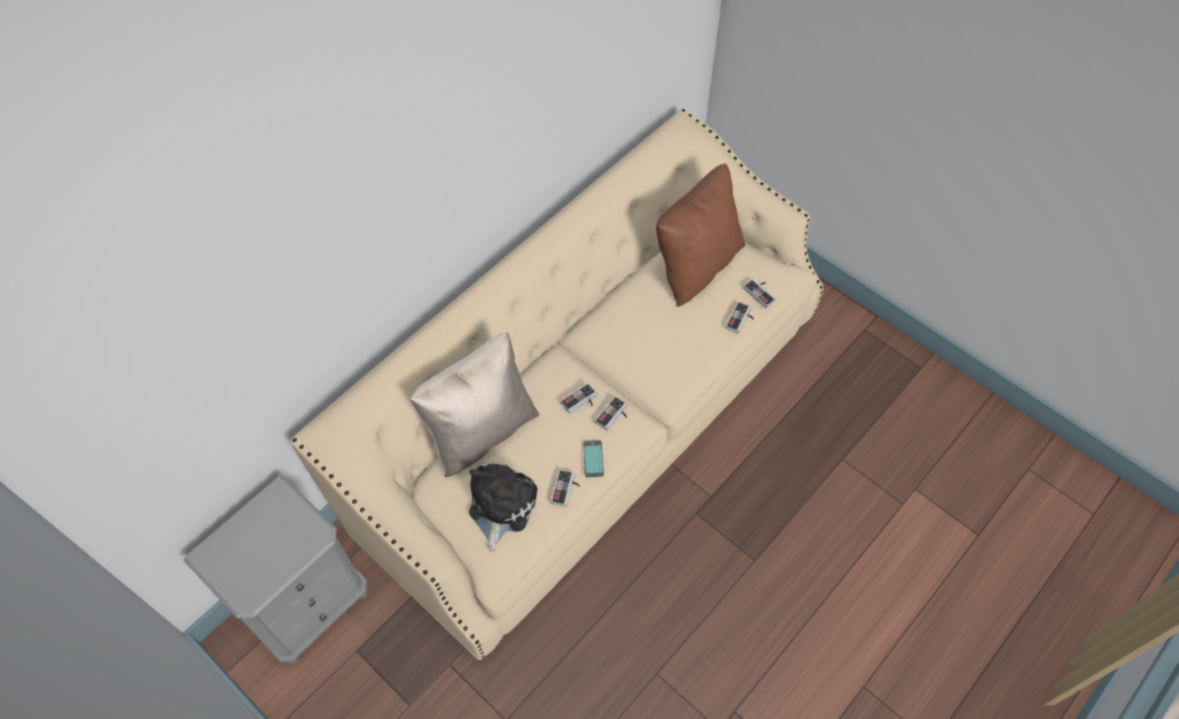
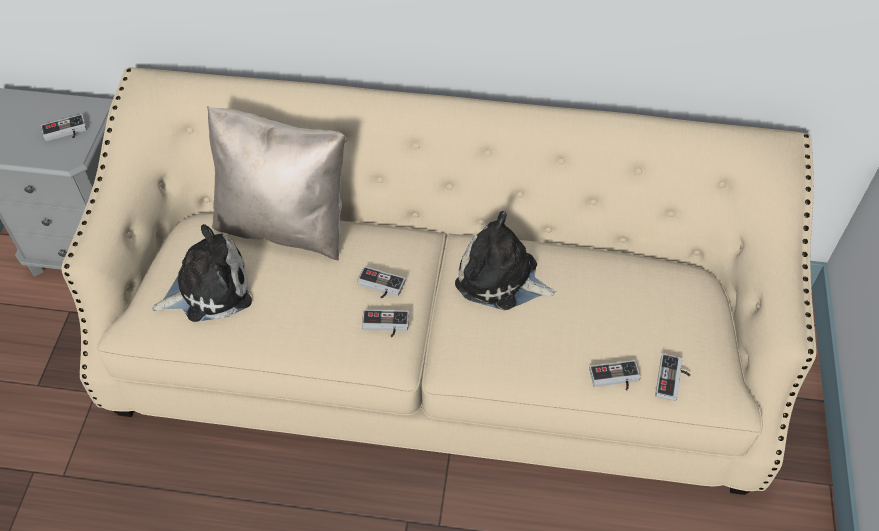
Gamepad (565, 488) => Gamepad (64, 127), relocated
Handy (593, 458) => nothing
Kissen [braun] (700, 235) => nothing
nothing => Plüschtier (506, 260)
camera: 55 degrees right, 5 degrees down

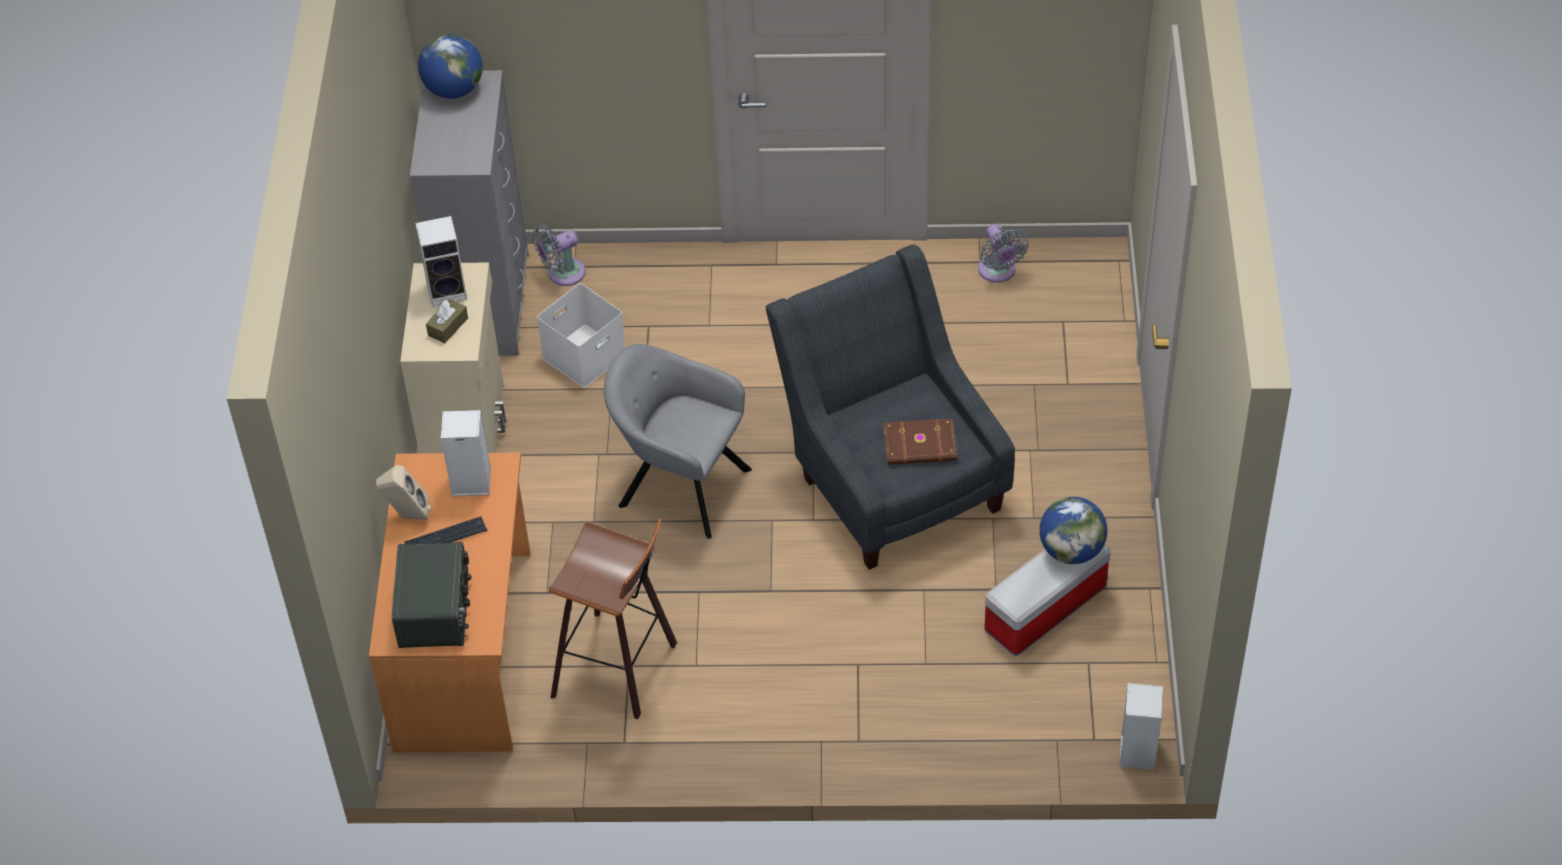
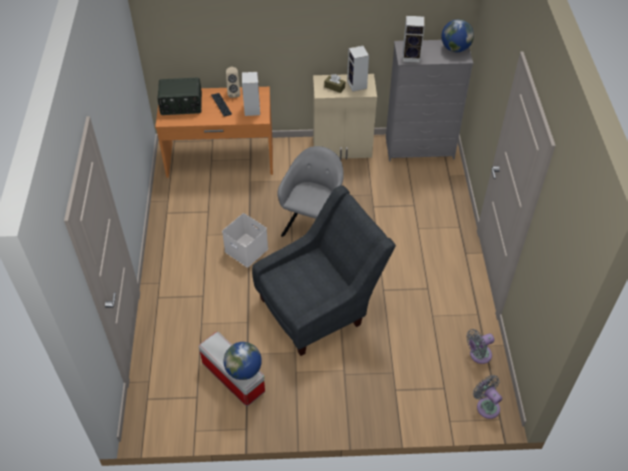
Ventilator [grau] (559, 255) => Ventilator [grau] (487, 397), relocated
Aufbewahrungsbox [weiß] (581, 335) => Aufbewahrungsbox [weiß] (245, 240), relocated
Hocker (613, 618) => nothing
Buch [braun] (920, 441) => nothing
Lautsprecher (1141, 726) => Lautsprecher (413, 39), relocated
camera: 85 degrees right, 0 degrees up

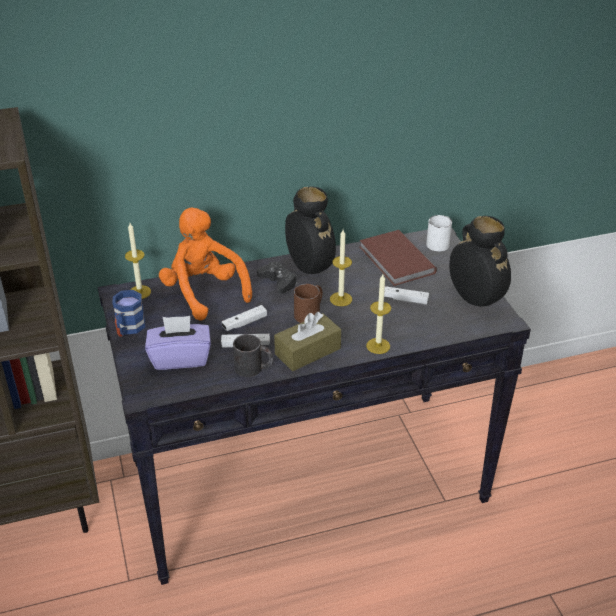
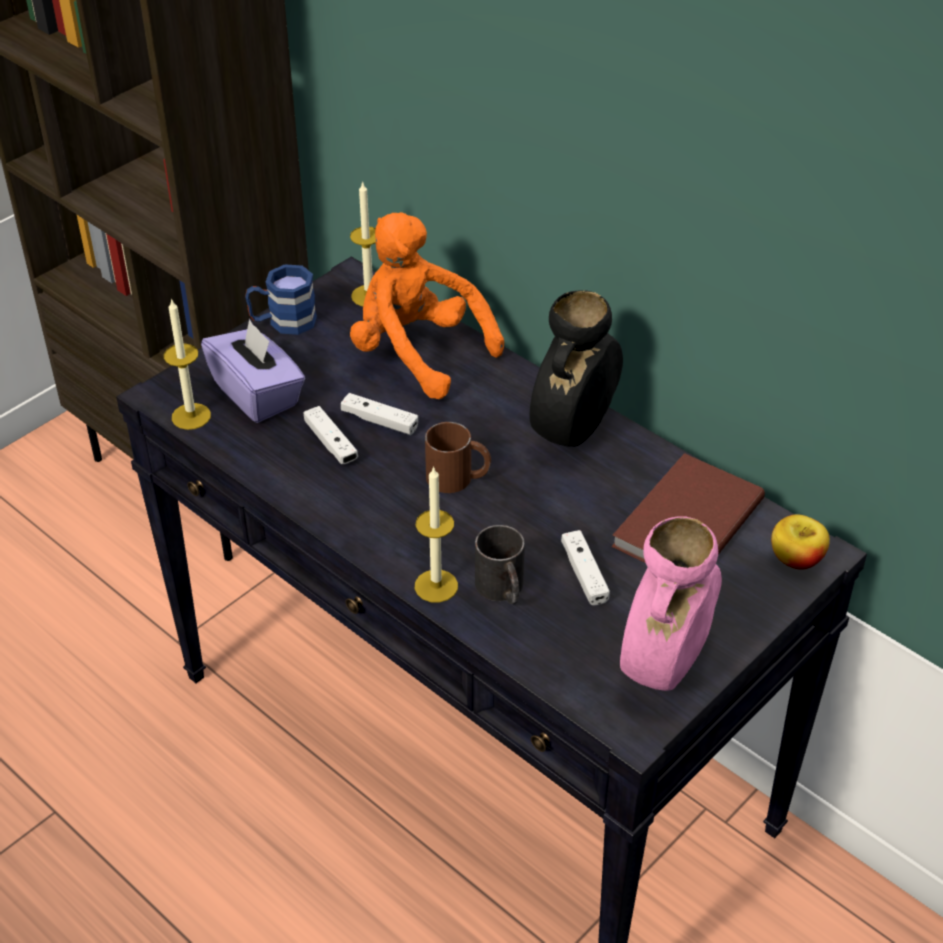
Plüschtier [orange] (205, 264) => Plüschtier [orange] (427, 305), 75 degrees counterclockwise
Henkelbecher [schwarz] (253, 355) => Henkelbecher [schwarz] (500, 564), relocated
Gamepad [schwarz] (277, 278) => nothing
Taschentuchbox [braun] (307, 341) => nothing
Kerze (341, 268) => Kerze (187, 364), relocated
Henkelbecher [weiß] (439, 233) => Apfel (800, 542)
Vase [schwarz] (480, 261) => Vase [rosa] (671, 603)
camera: 60 degrees right, 5 degrees up

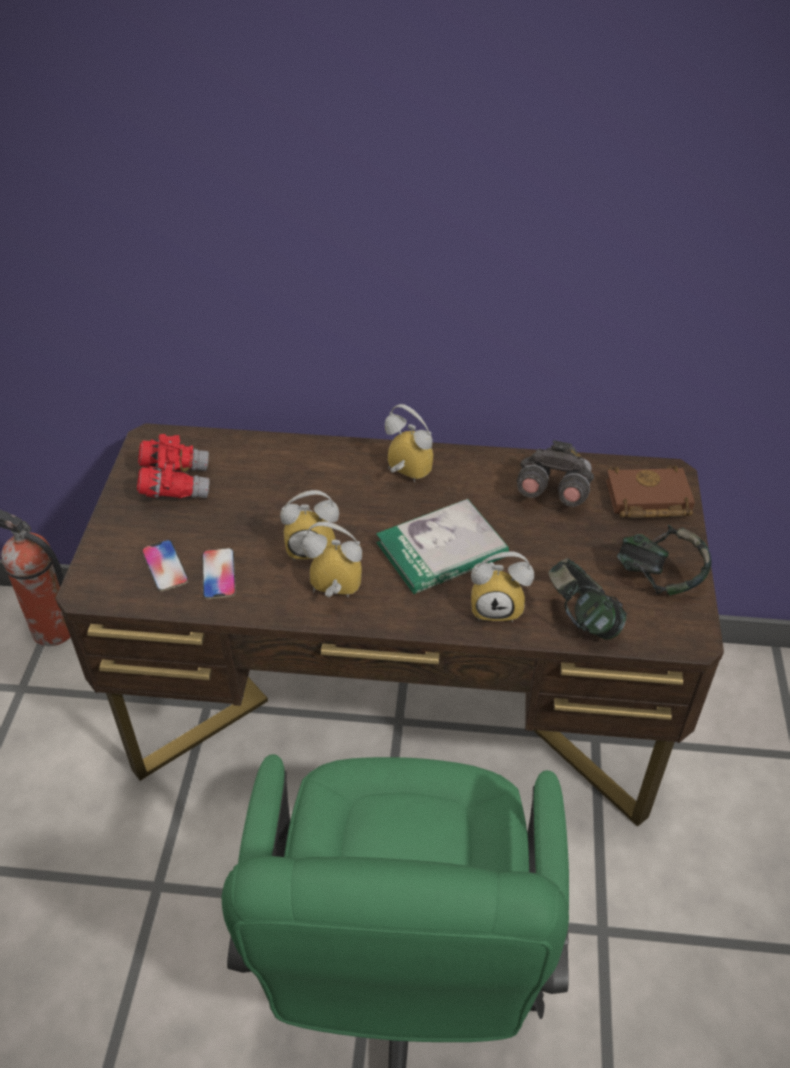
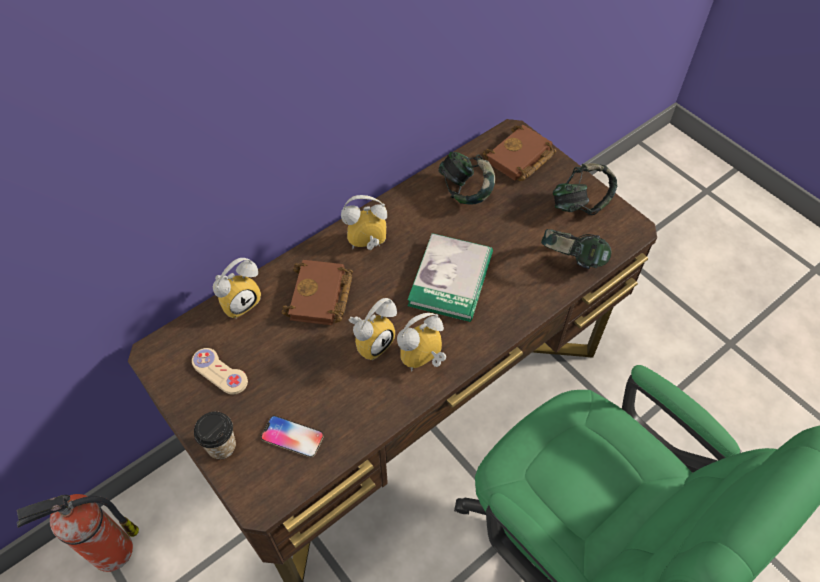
Fernglas [rot] (173, 466) => Gamepad [beige] (220, 371)
Handy (219, 573) => nothing
Wecker (502, 587) => Wecker (237, 288), relocated
Fernglas [grau] (555, 473) => Kopfhörer (466, 178)
nothing => Tasse (215, 435)
nothing => Buch [braun] (317, 292)
camera: 45 degrees left, 10 degrees up

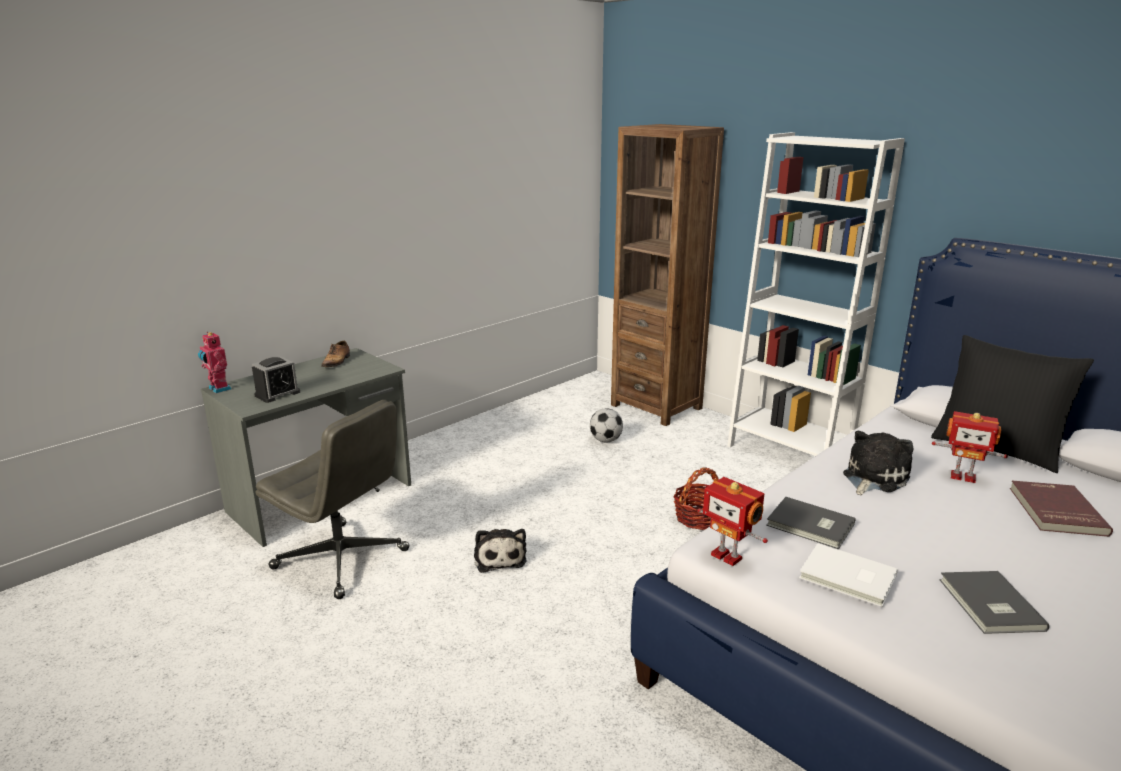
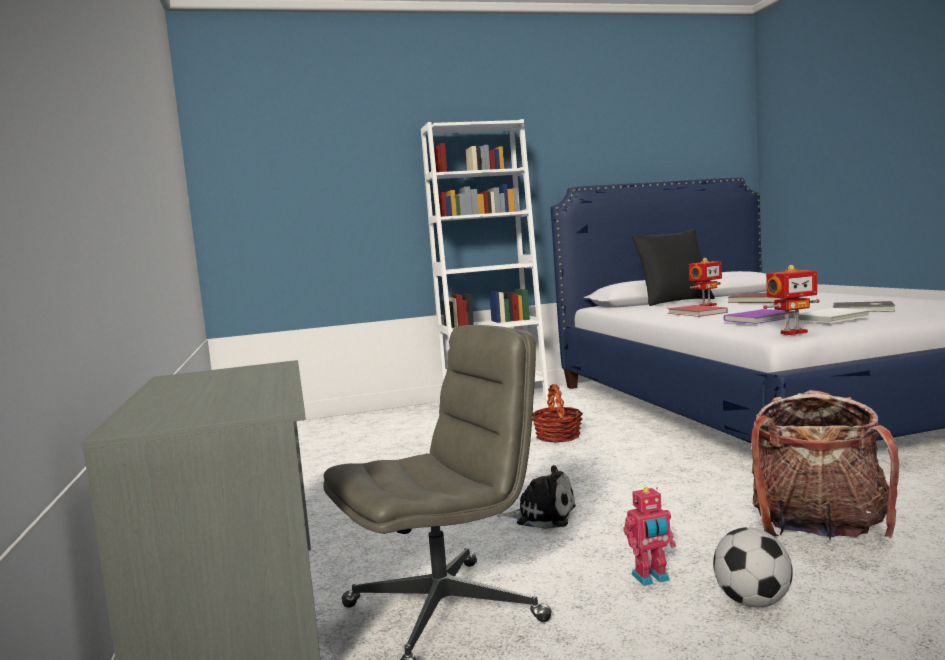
Spielzeugroboter (214, 362) => Spielzeugroboter (649, 536), relocated
Wecker (276, 379) => nothing
Schuh (336, 353) => nothing
Fußball (606, 425) => Fußball (753, 567), relocated
Bücherregal [braun] (667, 275) => nothing
Buch [grau] (810, 523) => Buch [lila] (759, 316)
Plüschtier (878, 463) => Buch [rot] (697, 311)
nothing => Rucksack (825, 465)
camera: 60 degrees left, 15 degrees down

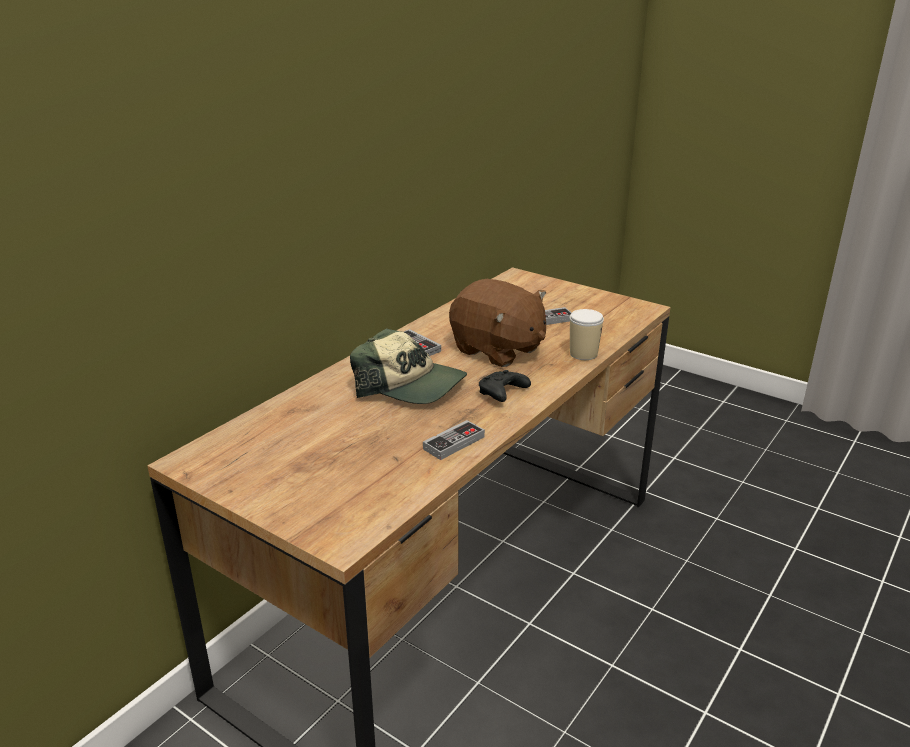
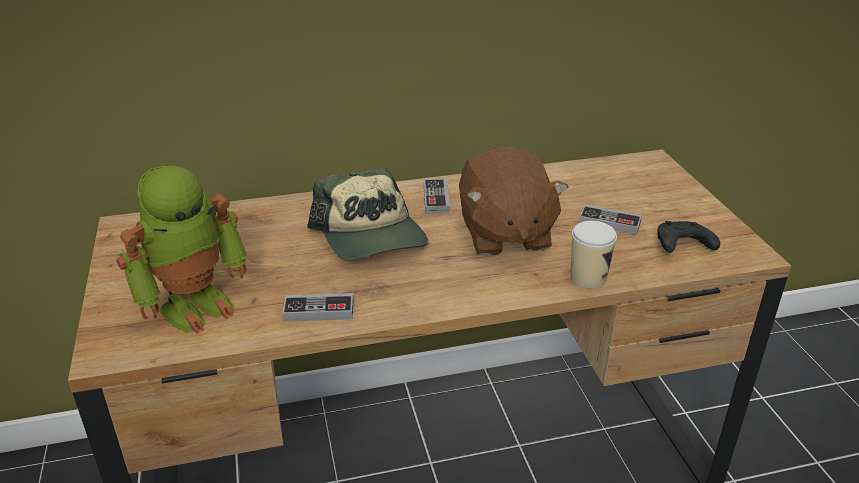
Gamepad [schwarz] (505, 386) => Gamepad [schwarz] (688, 237), relocated
nothing => Spielzeugroboter (181, 250)
camera: 40 degrees right, 5 degrees up

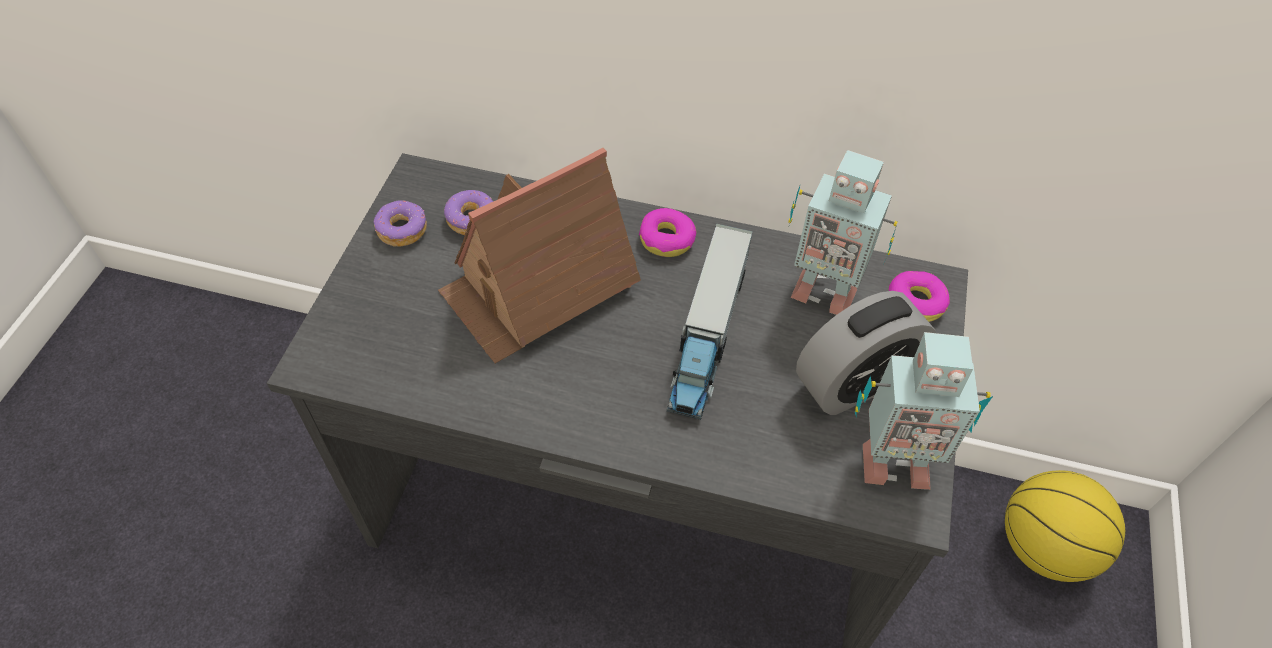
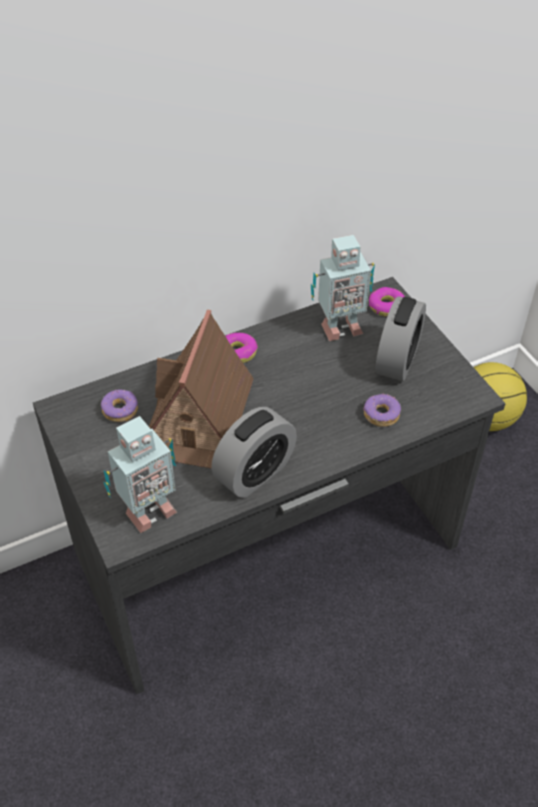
Donut (400, 223) => Donut (382, 410), relocated
Spielzeuglaster (710, 321) => nothing
Spielzeugroboter (924, 411) => Spielzeugroboter (140, 474), relocated
nothing => Wecker (254, 452)
camera: 40 degrees left, 5 degrees down

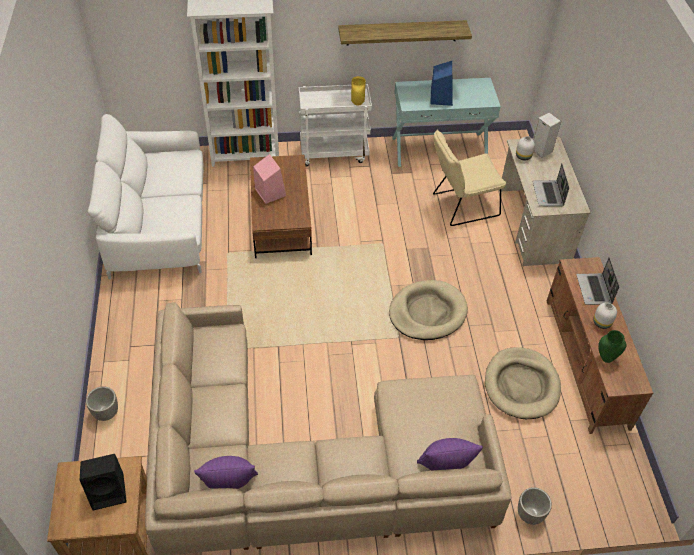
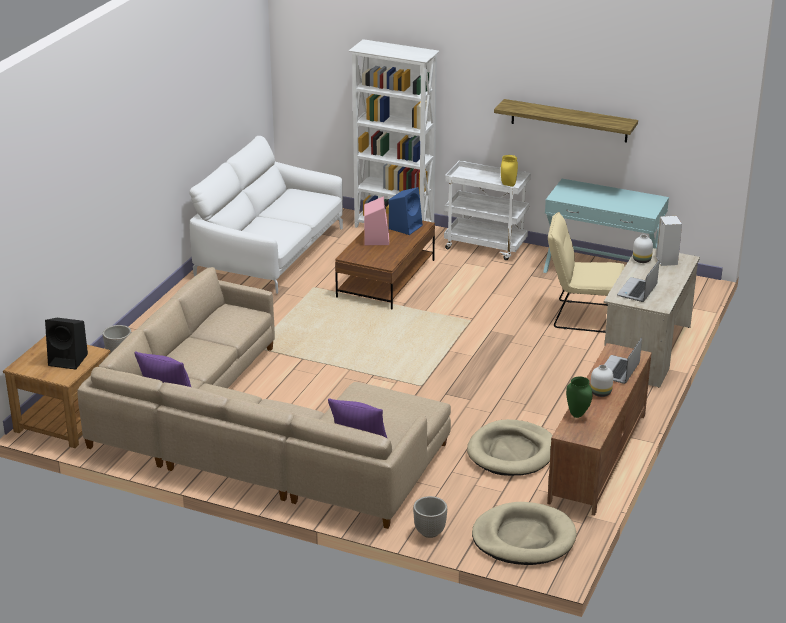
Hundebett [beige] (428, 310) => Hundebett [beige] (524, 533), relocated
Lautsprecher [blau] (442, 83) => Lautsprecher [blau] (406, 211), relocated
camera: 30 degrees right, 20 degrees down

